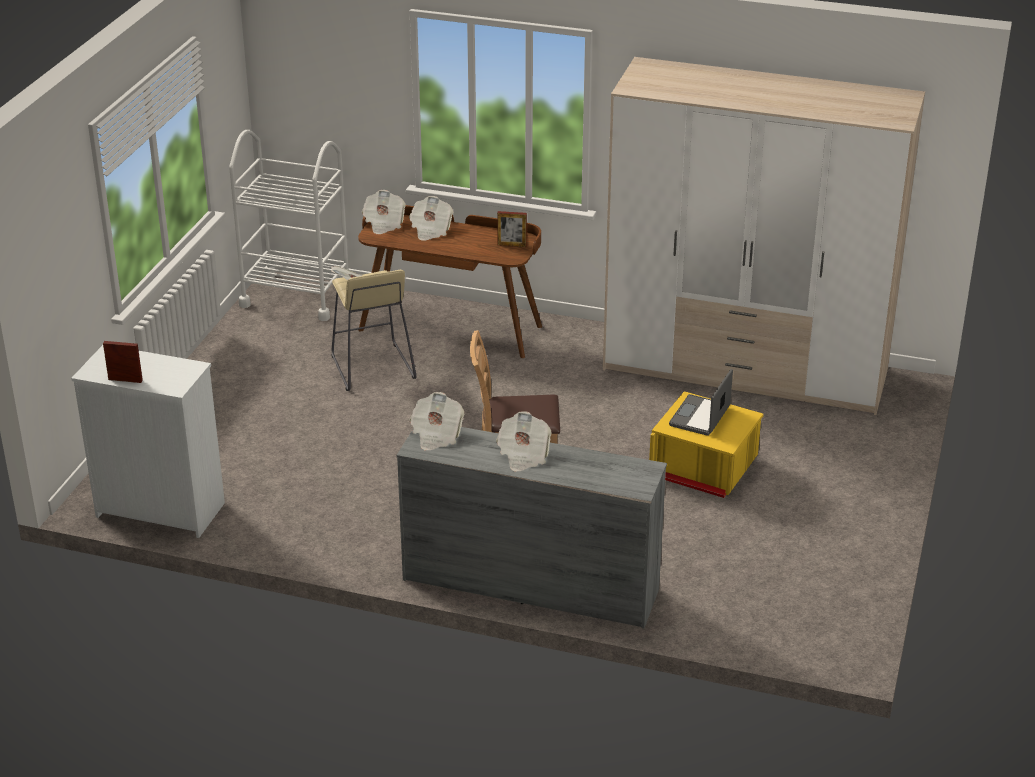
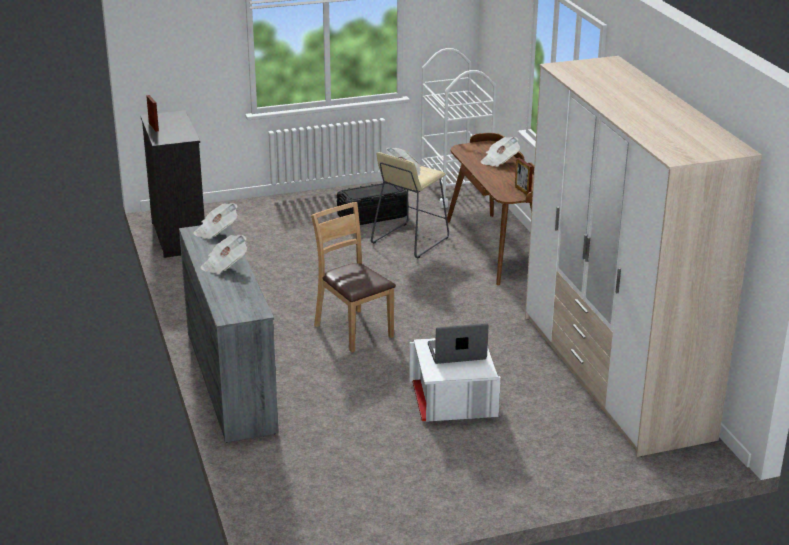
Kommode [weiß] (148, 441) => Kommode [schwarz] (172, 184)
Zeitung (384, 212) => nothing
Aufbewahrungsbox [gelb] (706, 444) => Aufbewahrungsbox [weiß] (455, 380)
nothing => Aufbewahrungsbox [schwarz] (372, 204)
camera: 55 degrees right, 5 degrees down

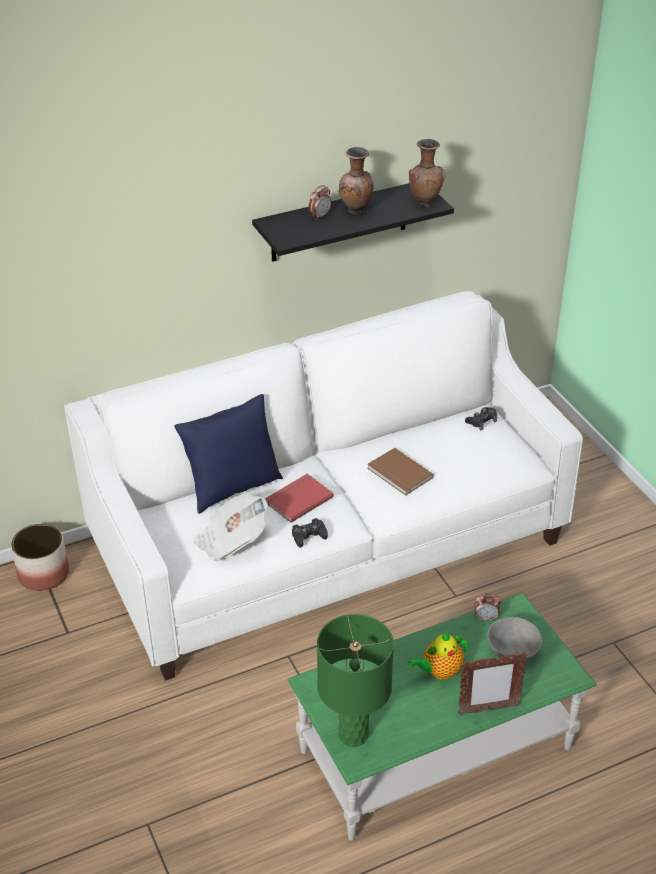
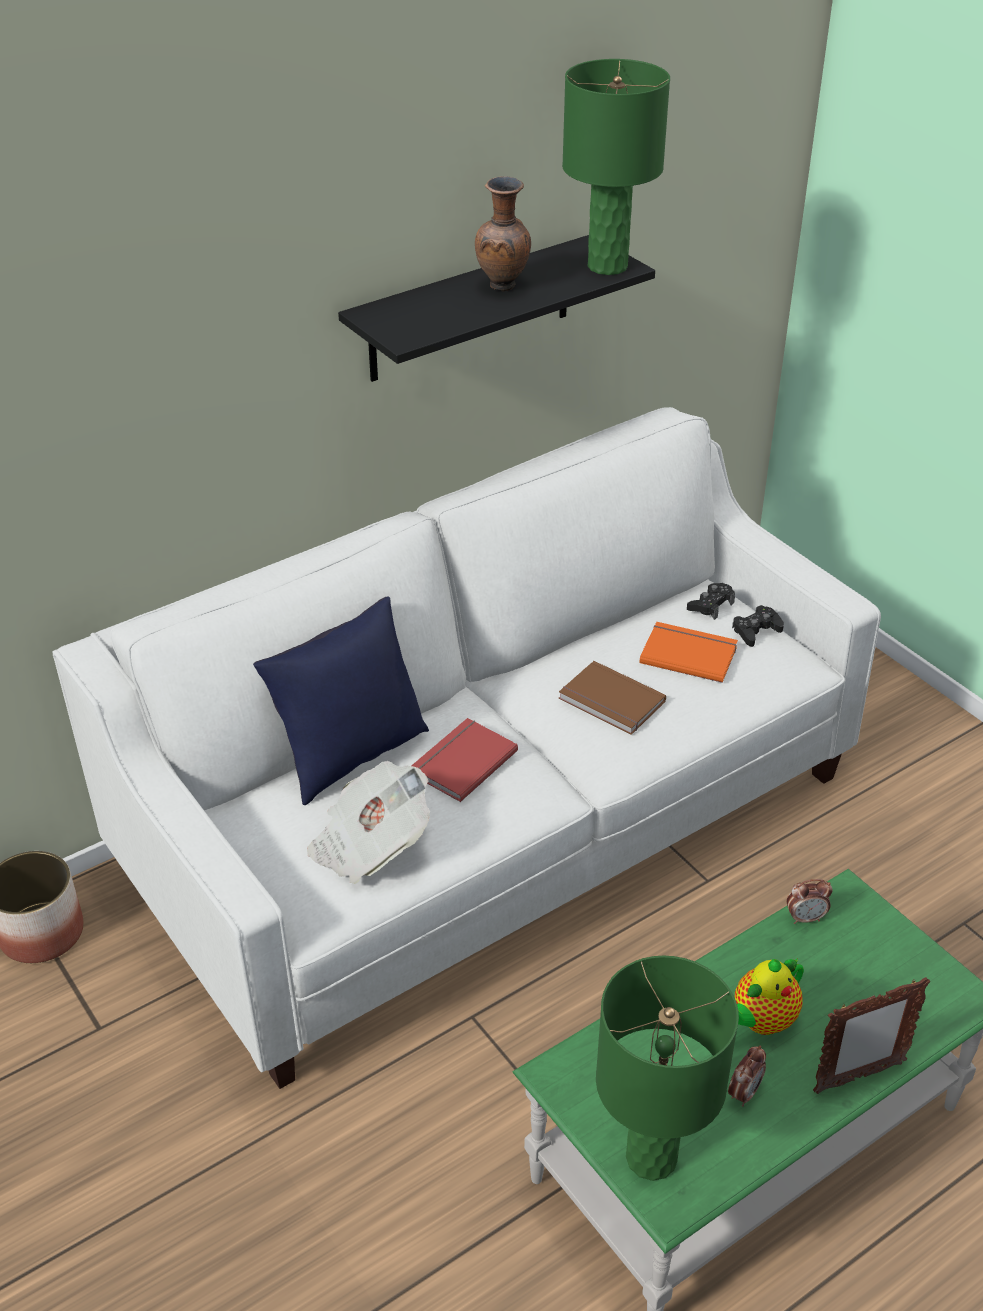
Gamepad [schwarz] (310, 533) => Gamepad [schwarz] (758, 626), relocated
Wecker (319, 202) => Wecker (747, 1076), relocated
Vase [braun] (427, 173) => Tischlampe [grün] (616, 167)
Schüssel [grau] (515, 639) => nothing
nothing => Buch [orange] (689, 652)
camera: 10 degrees left, 0 degrees up

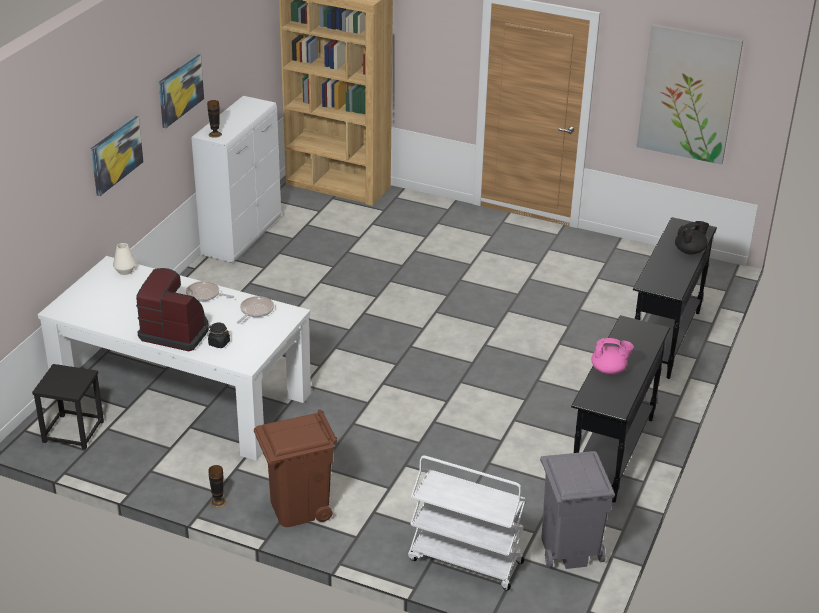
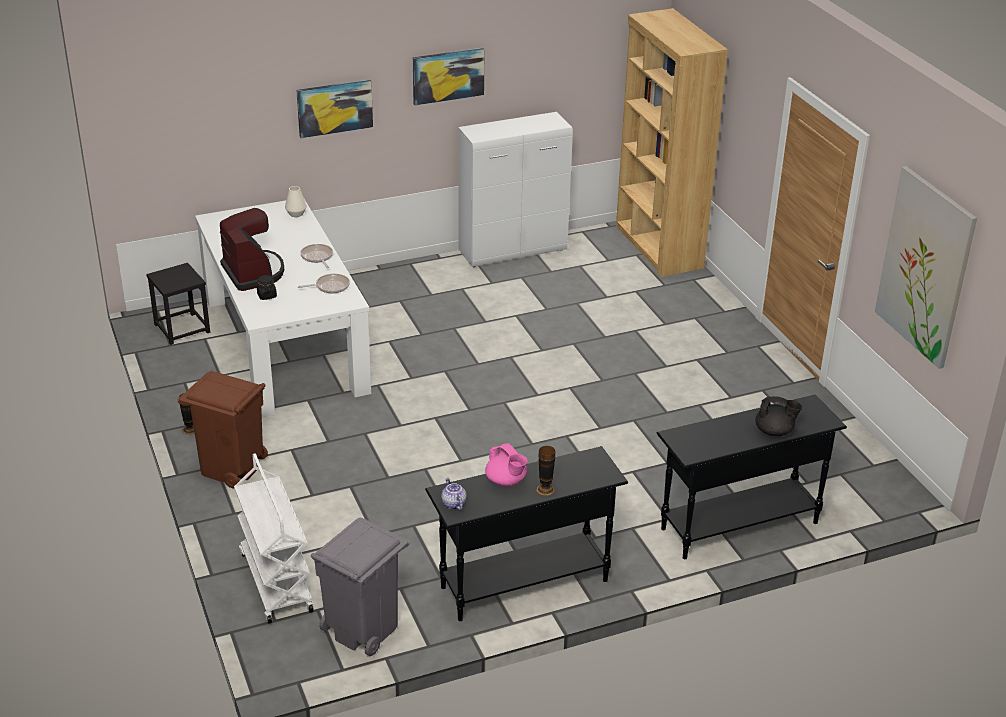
Vase (214, 119) => Vase (545, 471), relocated
nothing => Teekanne (454, 493)
camera: 45 degrees right, 0 degrees up

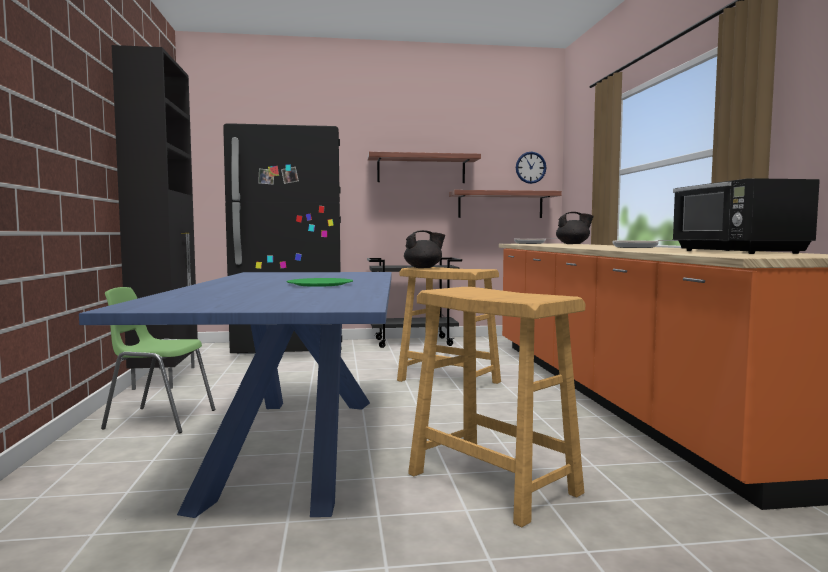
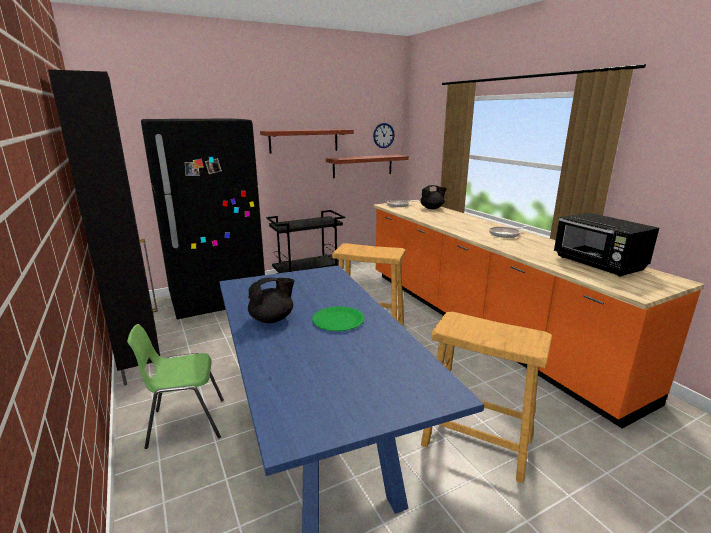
Teekanne [schwarz] (424, 249) => Teekanne [schwarz] (271, 300), relocated
camera: 20 degrees left, 15 degrees up

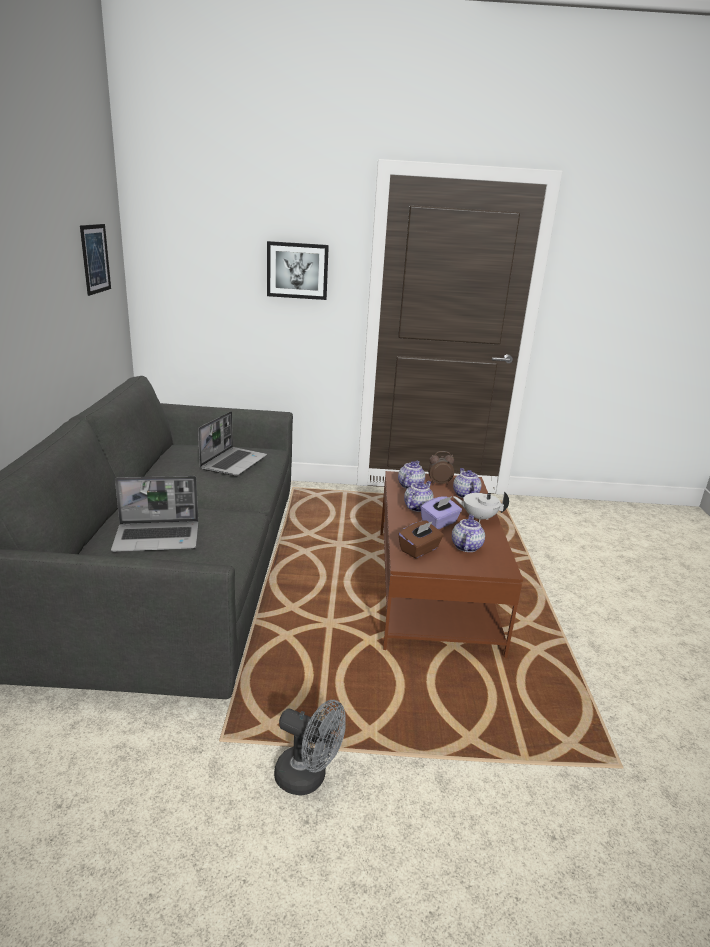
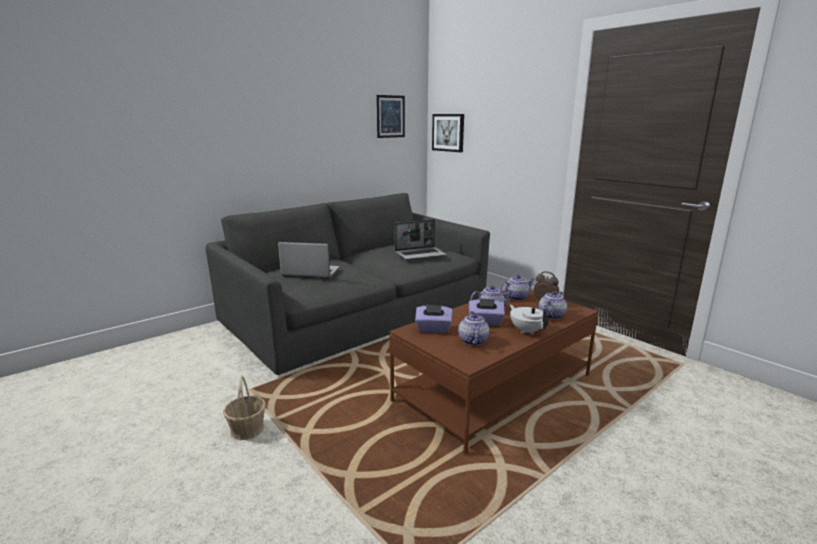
Laptop (155, 514) => Laptop (309, 260), 150 degrees clockwise
Bild (298, 270) => Bild (448, 133), relocated
Ventilator [grau] (310, 748) => Korb (244, 407)
Taschentuchbox [braun] (421, 540) => Taschentuchbox [lila] (433, 318)
Teekanne (468, 533) => Teekanne (473, 328), 60 degrees counterclockwise
camera: 50 degrees right, 5 degrees down

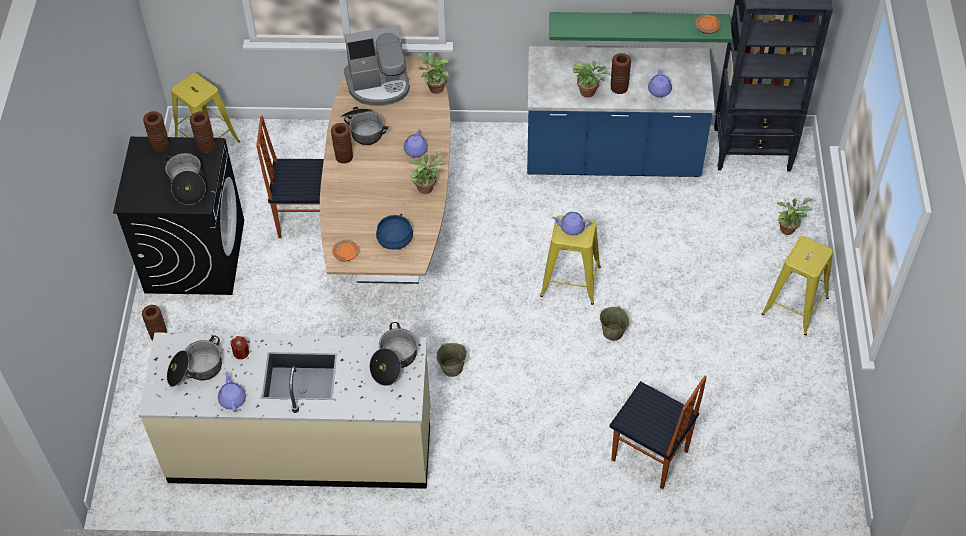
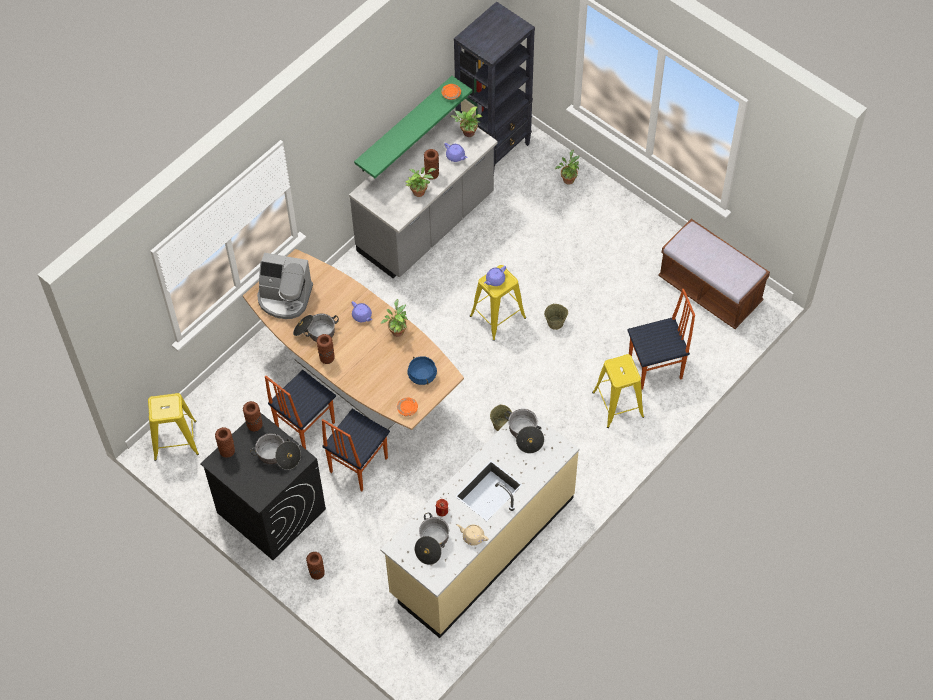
Teekanne [lila] (232, 391) => Teekanne [beige] (473, 535)
Kaffeemaschine (377, 65) => Kaffeemaschine (285, 286), 75 degrees clockwise
Topfpflanze (434, 73) => Topfpflanze (466, 122), relocated
Küchenzeile [blau] (621, 111) => Küchenzeile [grau] (423, 194)
Hocker [gelb] (797, 285) => Hocker [gelb] (618, 391), relocated
nothing => Stuhl (356, 450)
nothing => Bank [braun] (714, 274)
camera: 50 degrees left, 5 degrees up

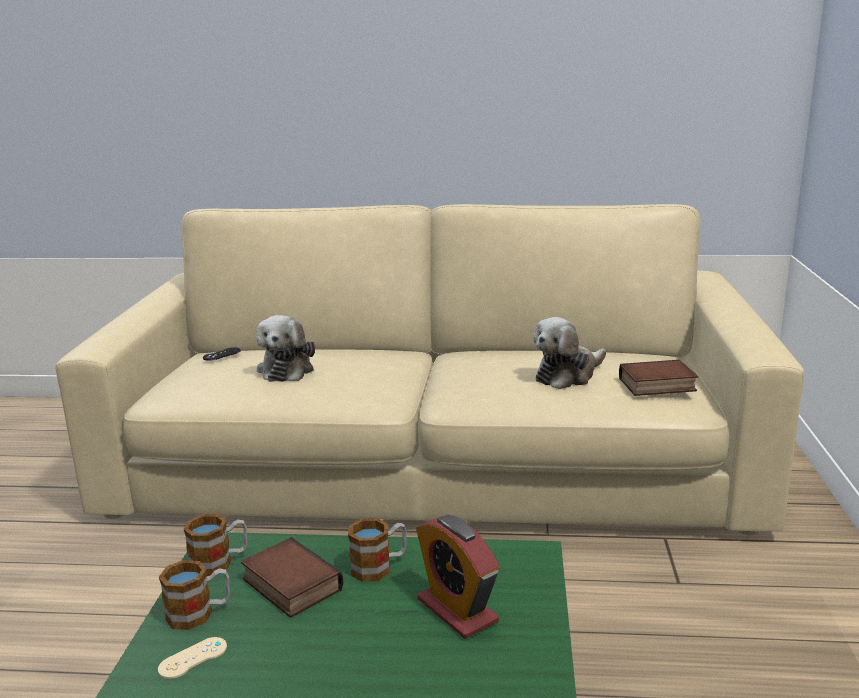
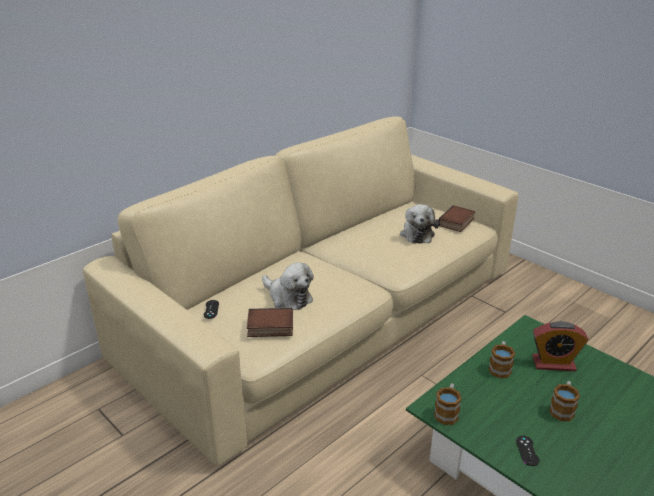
Gamepad [beige] (192, 658) => Gamepad [schwarz] (528, 451)
Henkelbecher (194, 595) => Henkelbecher (564, 401), relocated
Buch (292, 577) => Buch (270, 322), relocated
camera: 50 degrees left, 10 degrees up

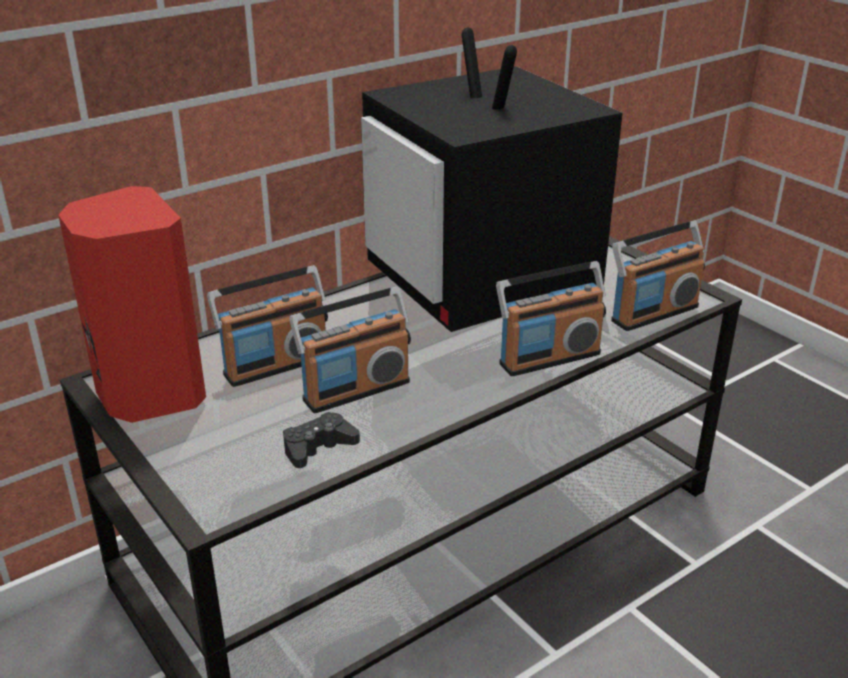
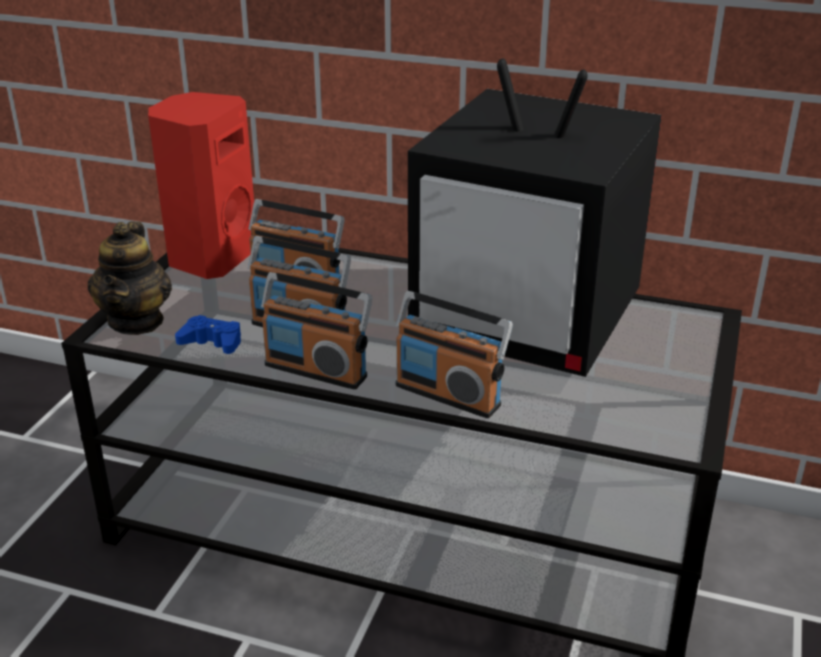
Gamepad [schwarz] (321, 440) => Gamepad [blau] (208, 334)
Fernseher (492, 179) => Fernseher (535, 217), 90 degrees counterclockwise
Radio (658, 275) => Radio (316, 331), relocated
nothing => Teekanne (130, 278)
camera: 55 degrees right, 0 degrees up

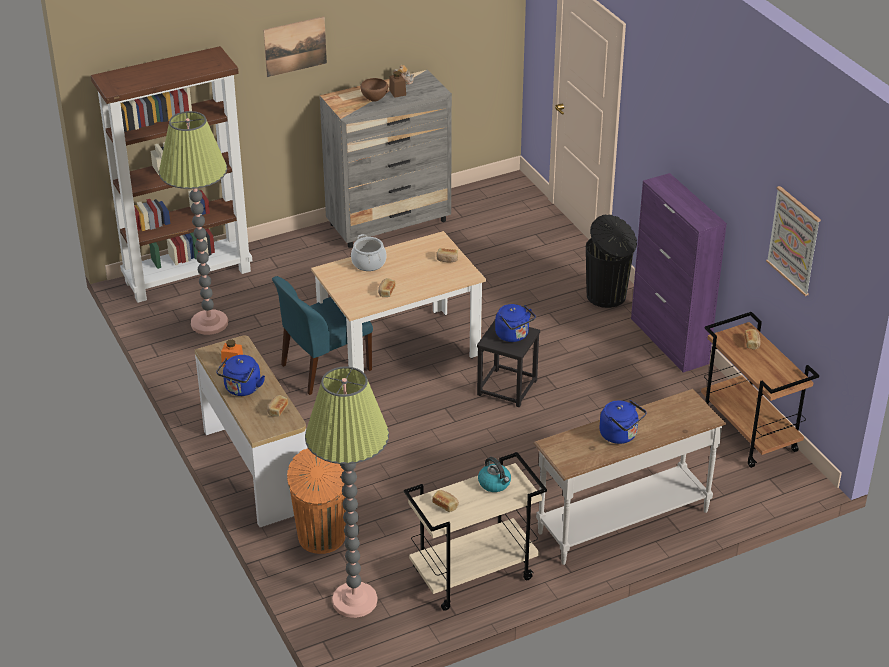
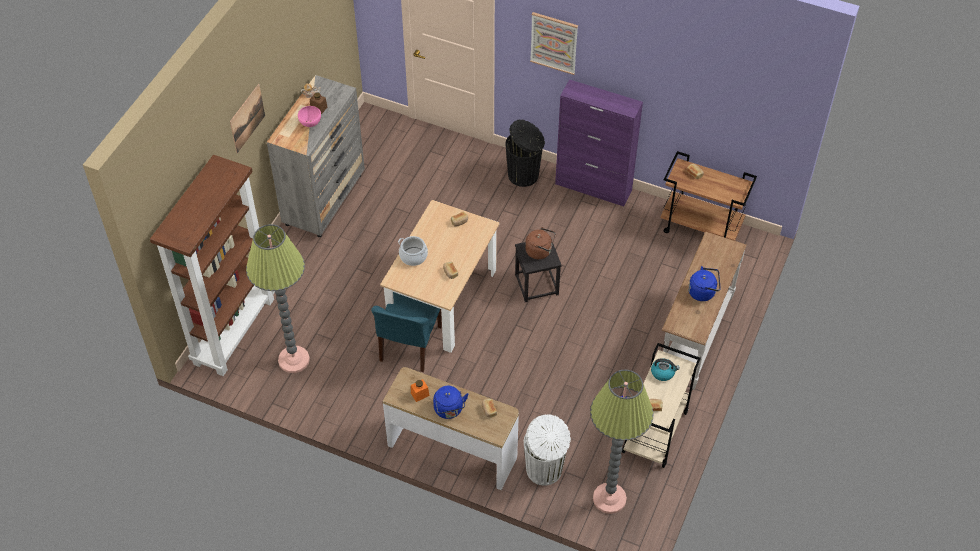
Mülleimer [orange] (316, 501) => Mülleimer [weiß] (547, 450)
Schüssel [braun] (374, 90) => Schüssel [rosa] (309, 116)
Wasserkessel [blau] (515, 323) => Wasserkessel [braun] (540, 243)
Bild (793, 241) => Bild (554, 43), relocated
camera: 40 degrees left, 15 degrees up

